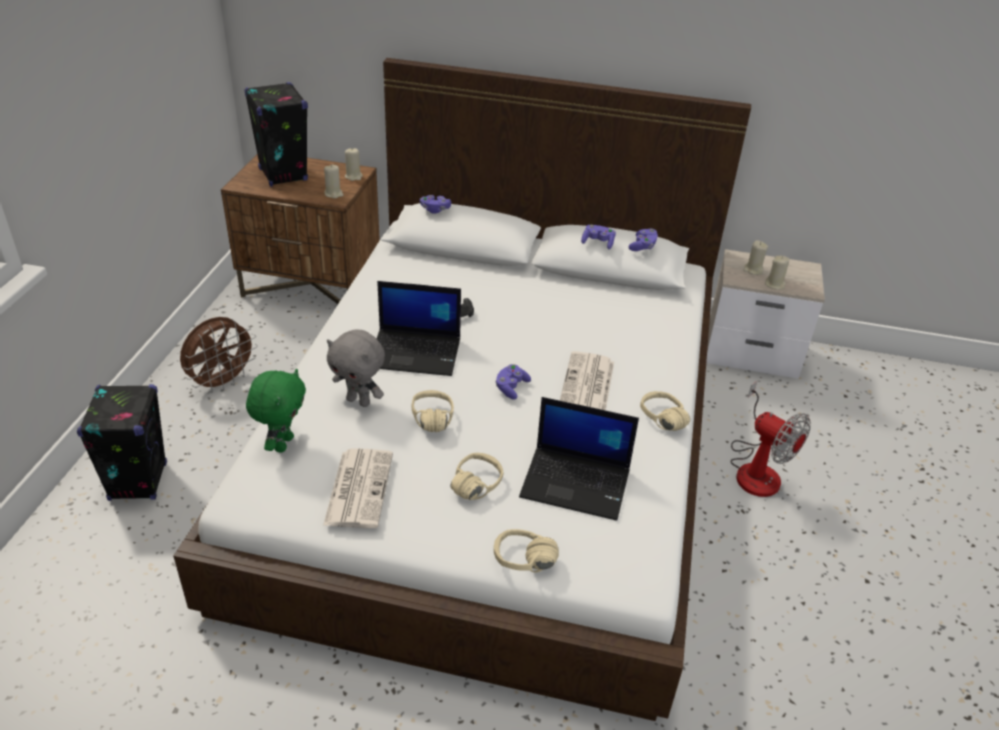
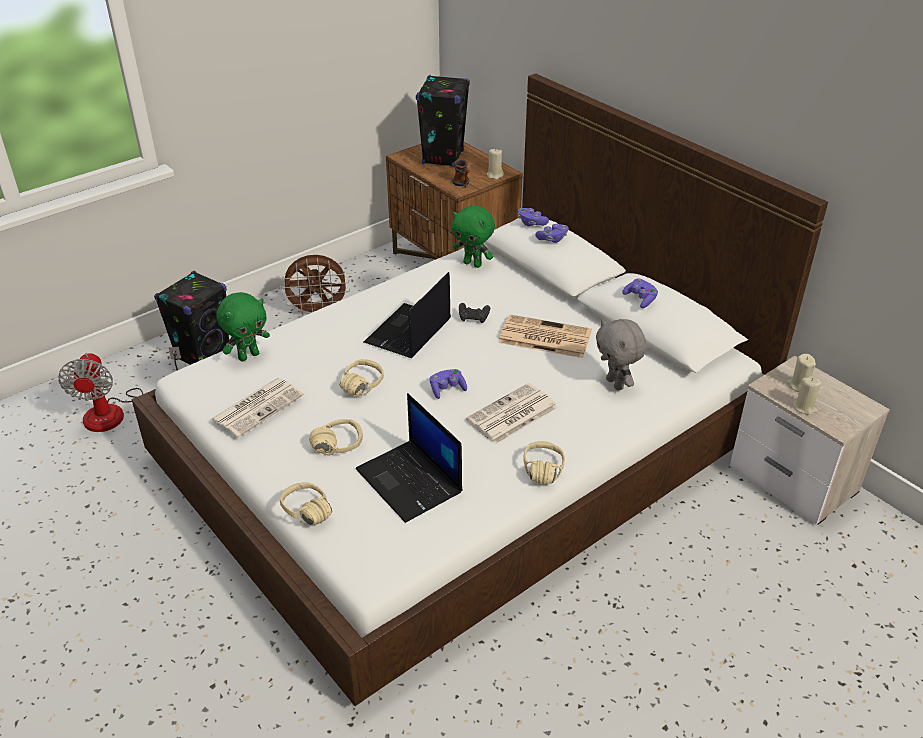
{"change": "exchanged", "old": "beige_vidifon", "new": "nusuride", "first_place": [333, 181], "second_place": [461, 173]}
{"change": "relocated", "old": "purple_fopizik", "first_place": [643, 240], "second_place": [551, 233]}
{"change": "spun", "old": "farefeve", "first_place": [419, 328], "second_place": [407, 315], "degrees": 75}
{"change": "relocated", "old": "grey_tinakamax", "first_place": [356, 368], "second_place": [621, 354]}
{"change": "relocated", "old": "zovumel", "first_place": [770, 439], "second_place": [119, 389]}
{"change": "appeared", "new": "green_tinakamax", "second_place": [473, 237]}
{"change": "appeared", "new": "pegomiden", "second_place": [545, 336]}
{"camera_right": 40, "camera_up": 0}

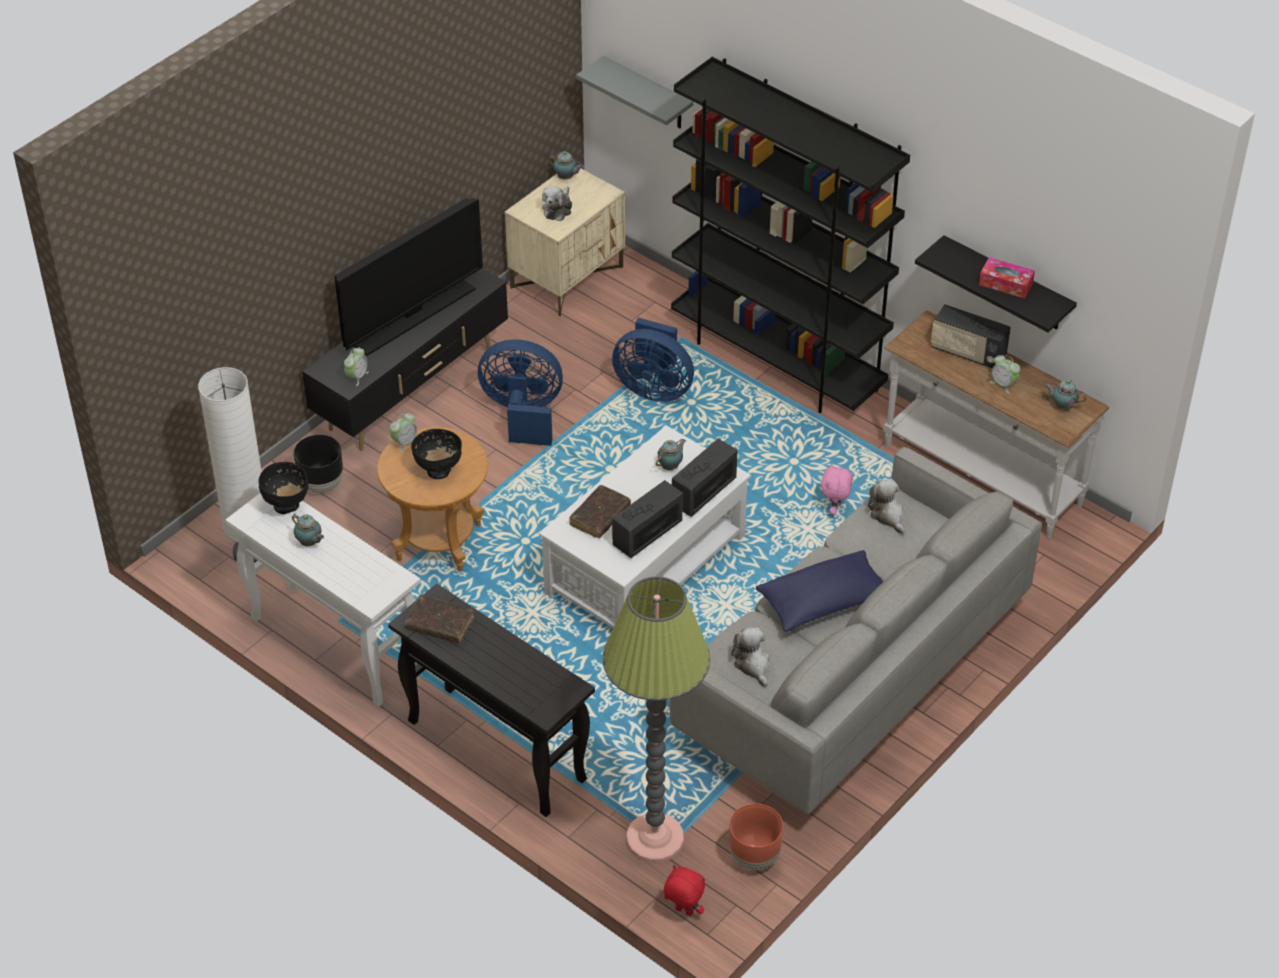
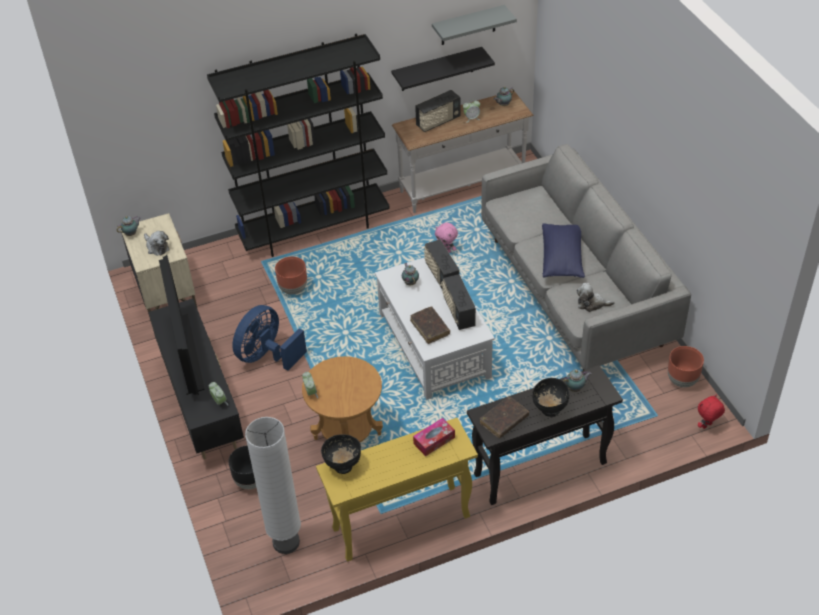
{"change": "relocated", "old": "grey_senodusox", "first_place": [634, 92], "second_place": [474, 25]}
{"change": "relocated", "old": "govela", "first_place": [1007, 278], "second_place": [434, 437]}
{"change": "exchanged", "old": "blue_zovumel", "new": "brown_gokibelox", "first_place": [653, 359], "second_place": [291, 276]}
{"change": "relocated", "old": "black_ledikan", "first_place": [436, 454], "second_place": [550, 397]}
{"change": "missing", "old": "tinakamax", "first_place": [886, 506]}
{"change": "colour", "old": "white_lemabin", "new": "yellow_lemabin", "first_place": [323, 599], "second_place": [397, 490]}
{"change": "relocated", "old": "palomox", "first_place": [308, 530], "second_place": [577, 380]}
{"change": "missing", "old": "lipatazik", "first_place": [656, 719]}
{"camera_right": -60, "camera_up": 0}

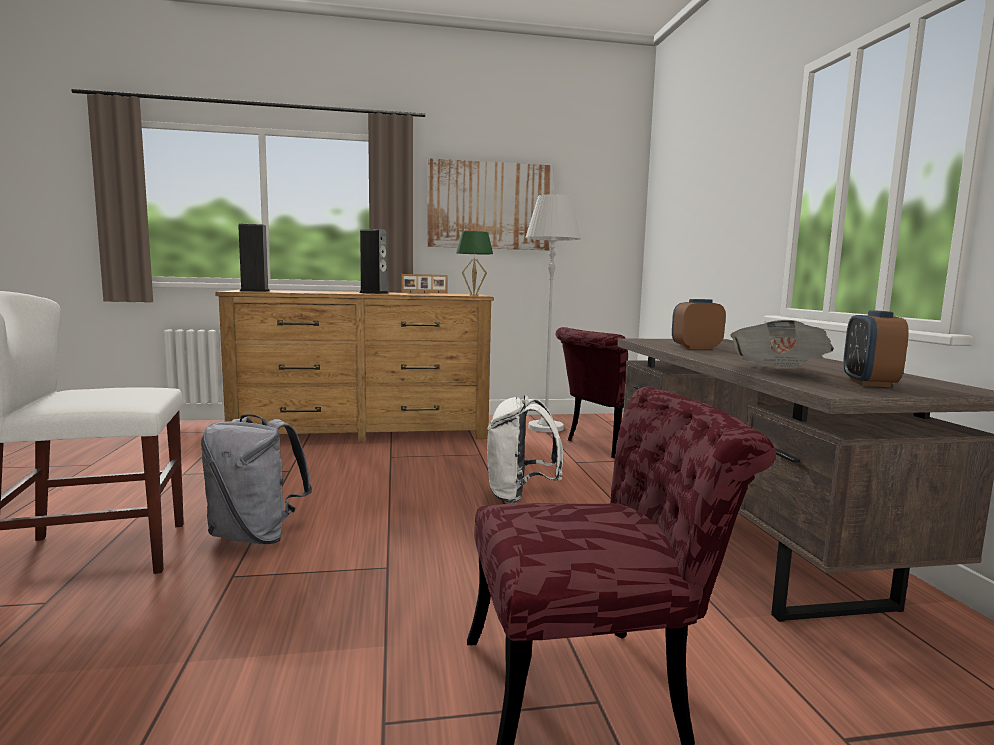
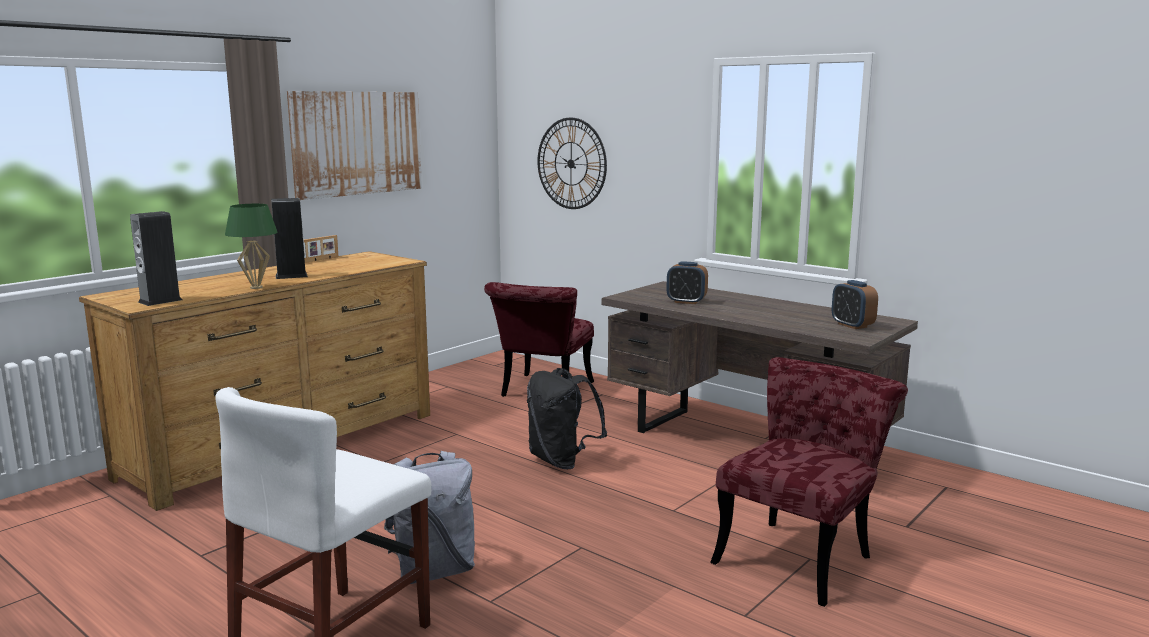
{"change": "missing", "old": "white_lipatazik", "first_place": [553, 313]}
{"change": "relocated", "old": "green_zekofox", "first_place": [474, 263], "second_place": [251, 246]}
{"change": "spun", "old": "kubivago", "first_place": [699, 324], "second_place": [687, 282], "degrees": -105}
{"change": "missing", "old": "pegomiden", "first_place": [782, 343]}
{"change": "colour", "old": "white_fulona", "new": "black_fulona", "first_place": [525, 449], "second_place": [567, 418]}
{"change": "appeared", "new": "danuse", "second_place": [572, 163]}
{"camera_right": -40, "camera_up": 5}

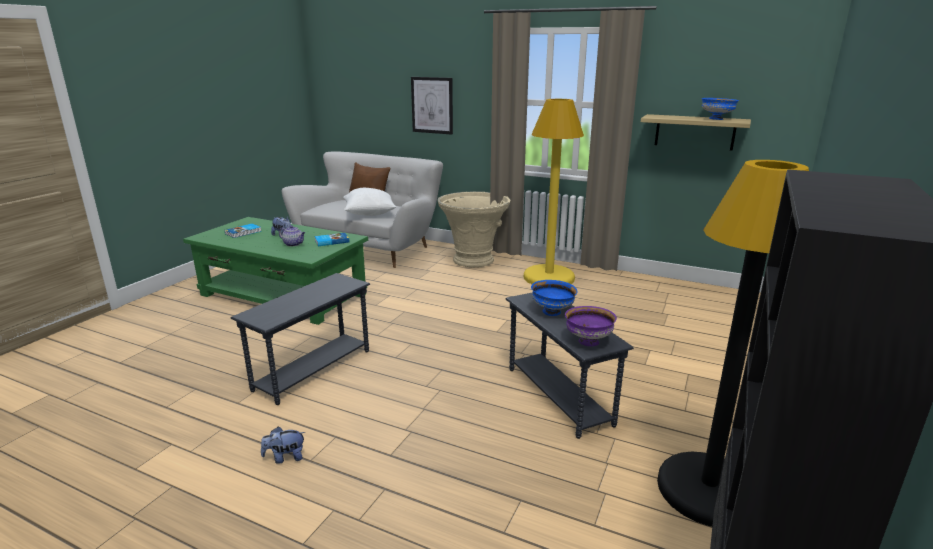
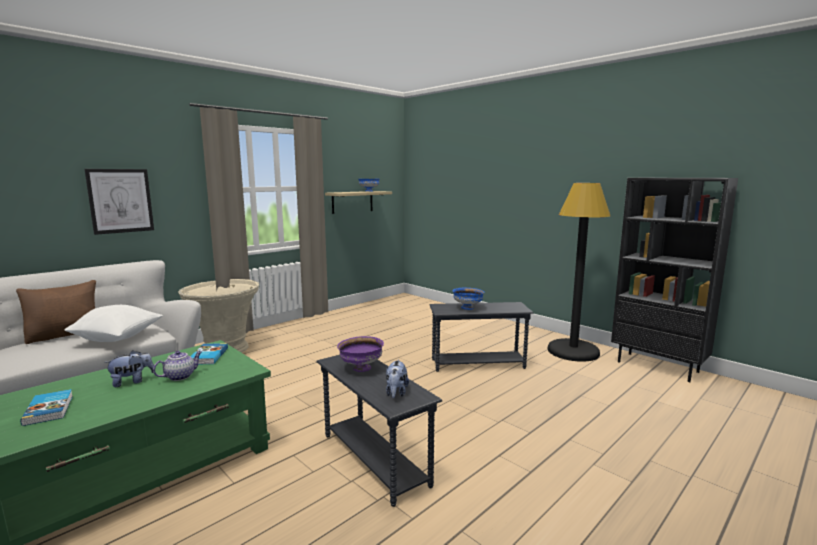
{"change": "missing", "old": "yellow_lipatazik", "first_place": [554, 191]}
{"change": "relocated", "old": "purple_ledikan", "first_place": [591, 326], "second_place": [360, 354]}
{"change": "relocated", "old": "tinakamax", "first_place": [283, 445], "second_place": [397, 378]}
{"camera_right": -70, "camera_up": -10}

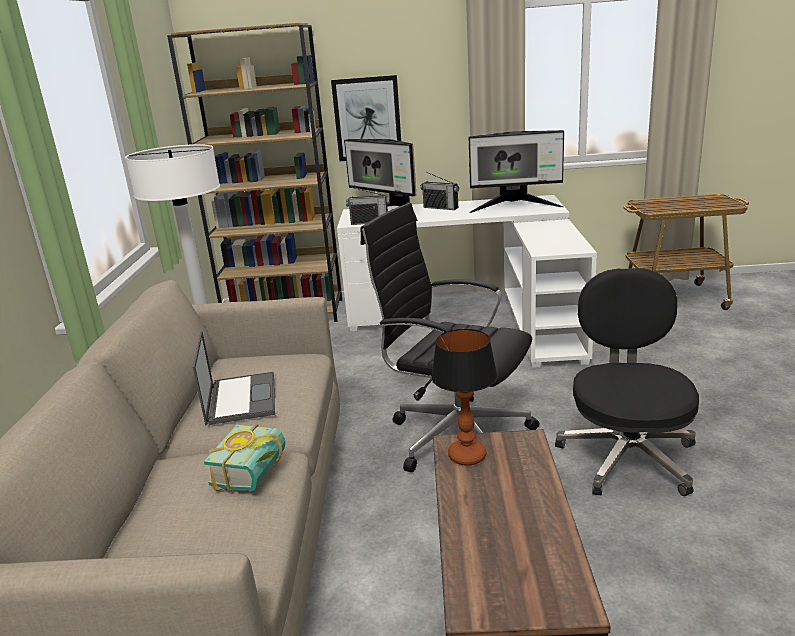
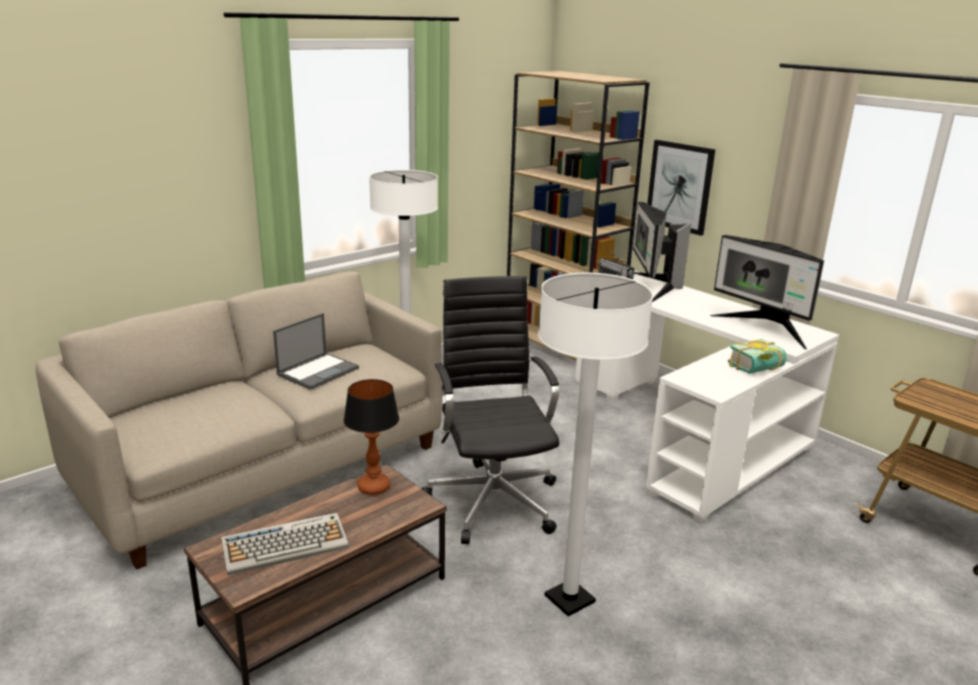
{"change": "missing", "old": "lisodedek", "first_place": [439, 191]}
{"change": "exchanged", "old": "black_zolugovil", "new": "white_lipatazik", "first_place": [627, 382], "second_place": [596, 444]}
{"change": "relocated", "old": "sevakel", "first_place": [244, 458], "second_place": [757, 356]}
{"change": "appeared", "new": "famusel", "second_place": [285, 544]}
{"camera_right": 45, "camera_up": 0}

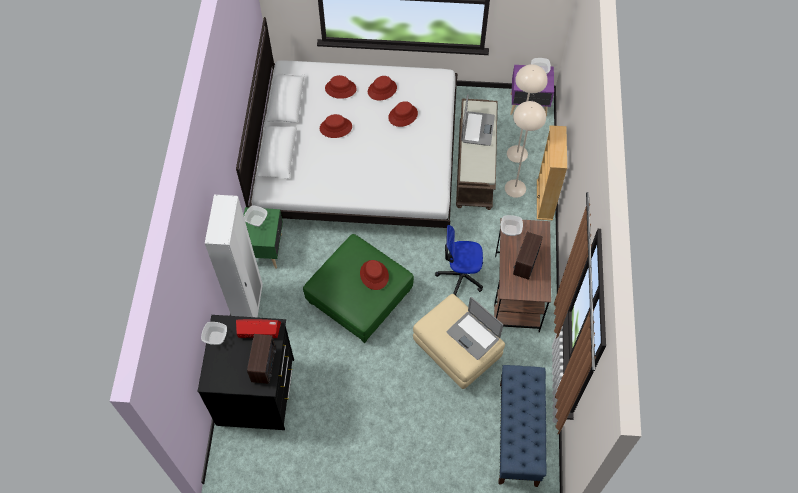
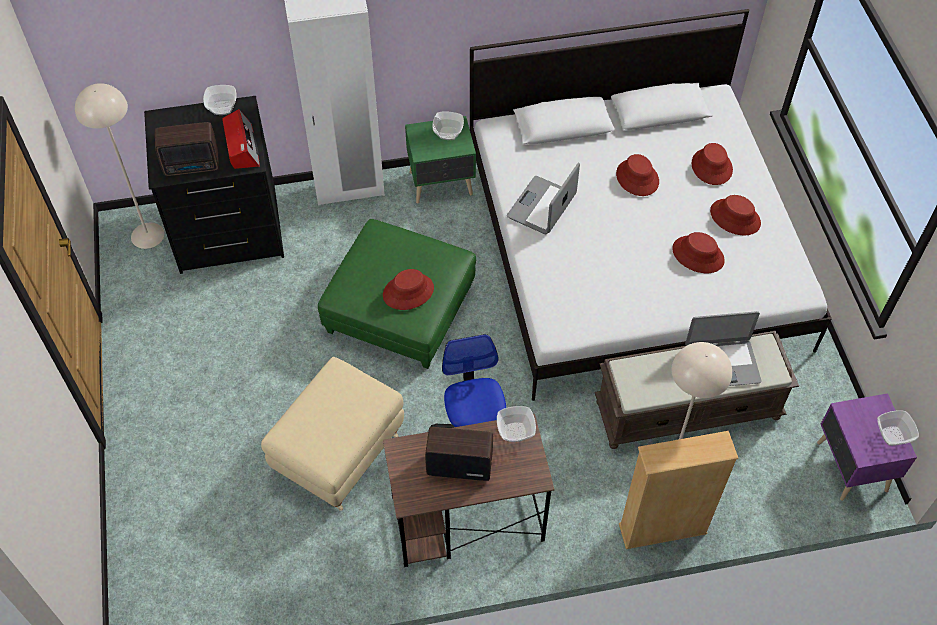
{"change": "relocated", "old": "beige_lipatazik", "first_place": [527, 113], "second_place": [119, 166]}
{"change": "relocated", "old": "farefeve", "first_place": [475, 328], "second_place": [543, 198]}
{"change": "missing", "old": "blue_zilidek", "first_place": [522, 426]}
{"camera_right": 75, "camera_up": -5}

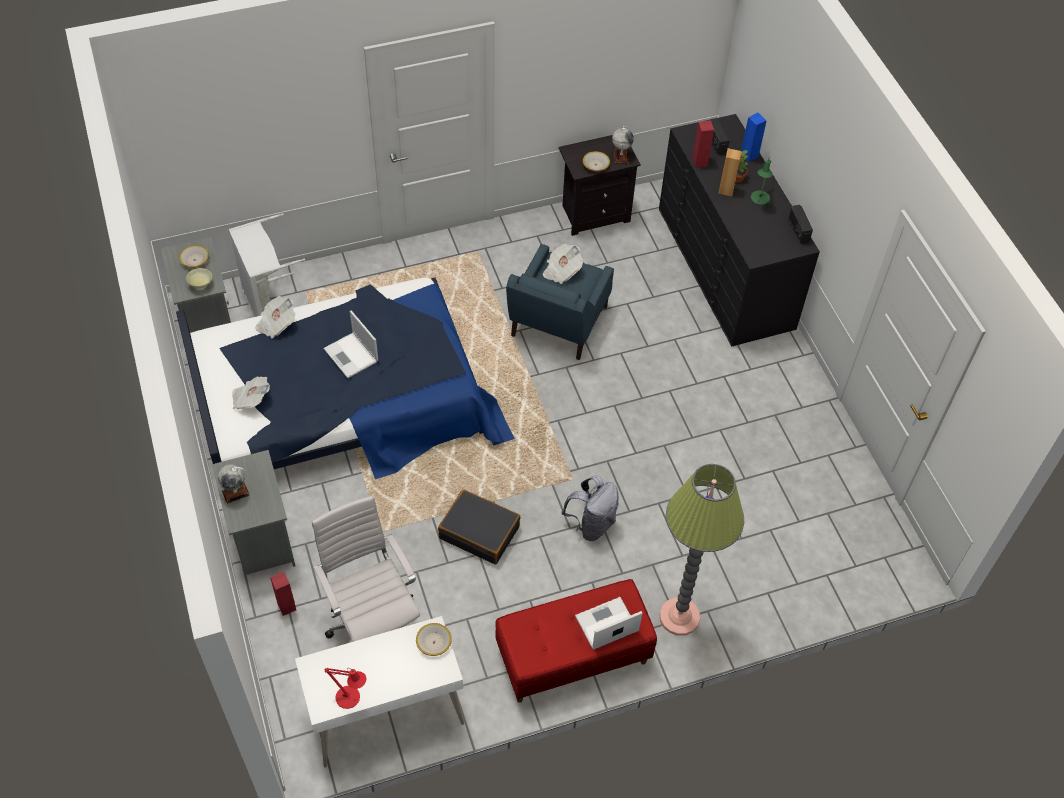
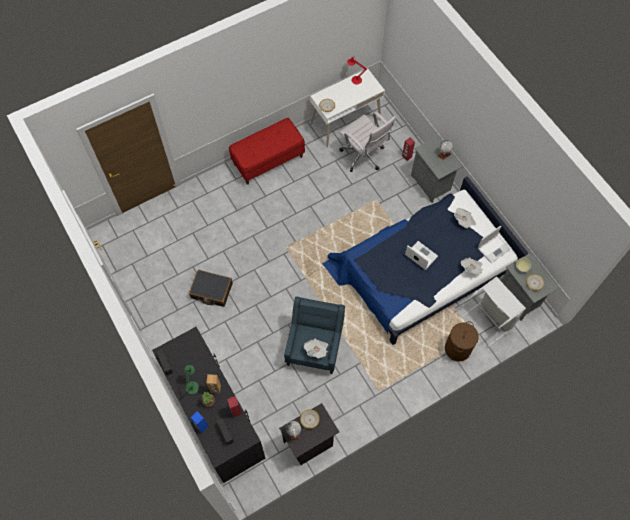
{"change": "missing", "old": "lipatazik", "first_place": [701, 550]}
{"change": "missing", "old": "grey_fulona", "first_place": [590, 508]}
{"change": "relocated", "old": "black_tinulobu", "first_place": [479, 526], "second_place": [211, 288]}
{"change": "relocated", "old": "farefeve", "first_place": [608, 623], "second_place": [494, 244]}
{"change": "appeared", "new": "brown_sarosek", "second_place": [462, 341]}
{"camera_right": 170, "camera_up": 10}

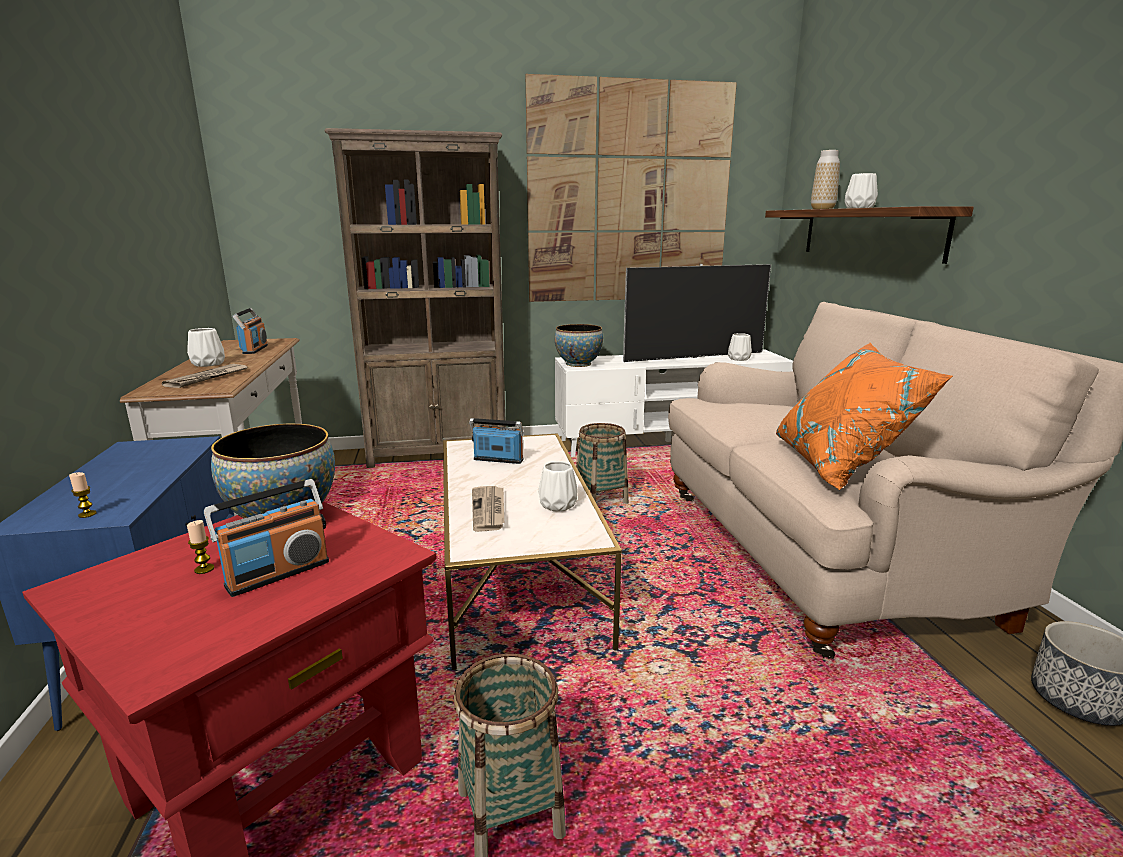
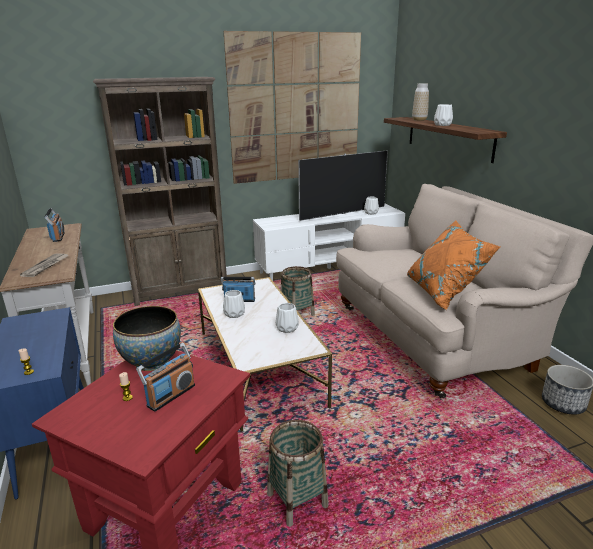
{"change": "missing", "old": "ledikan", "first_place": [579, 345]}
{"change": "relocated", "old": "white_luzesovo", "first_place": [206, 347], "second_place": [234, 304]}
{"change": "missing", "old": "pegomiden", "first_place": [488, 509]}
{"camera_right": -10, "camera_up": 5}

